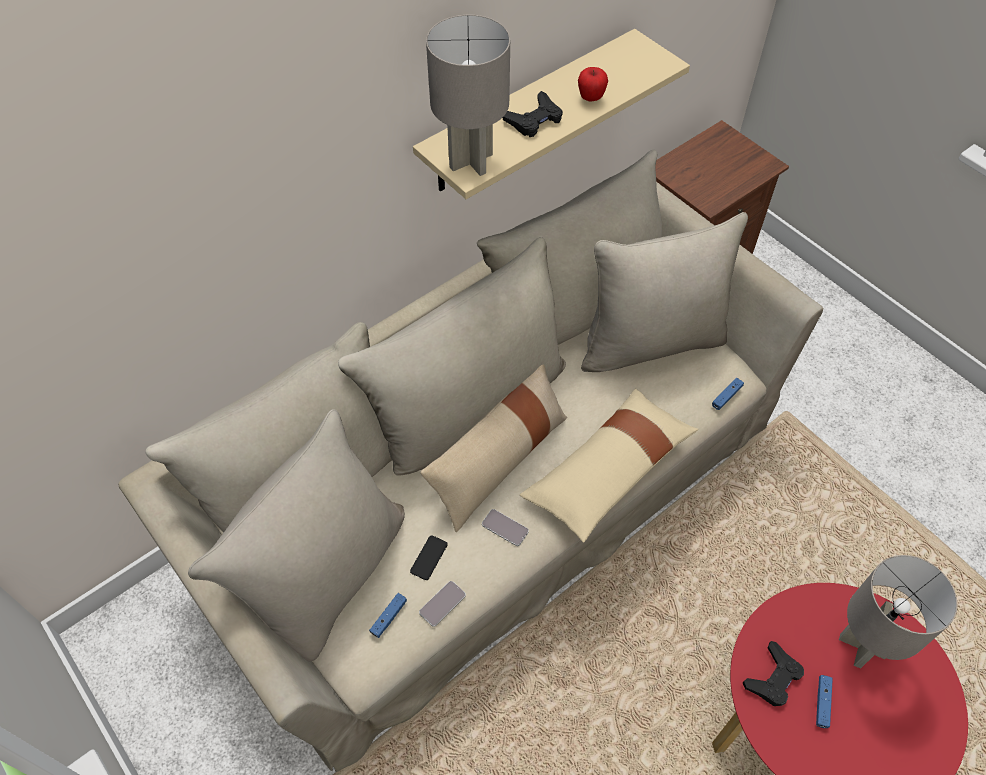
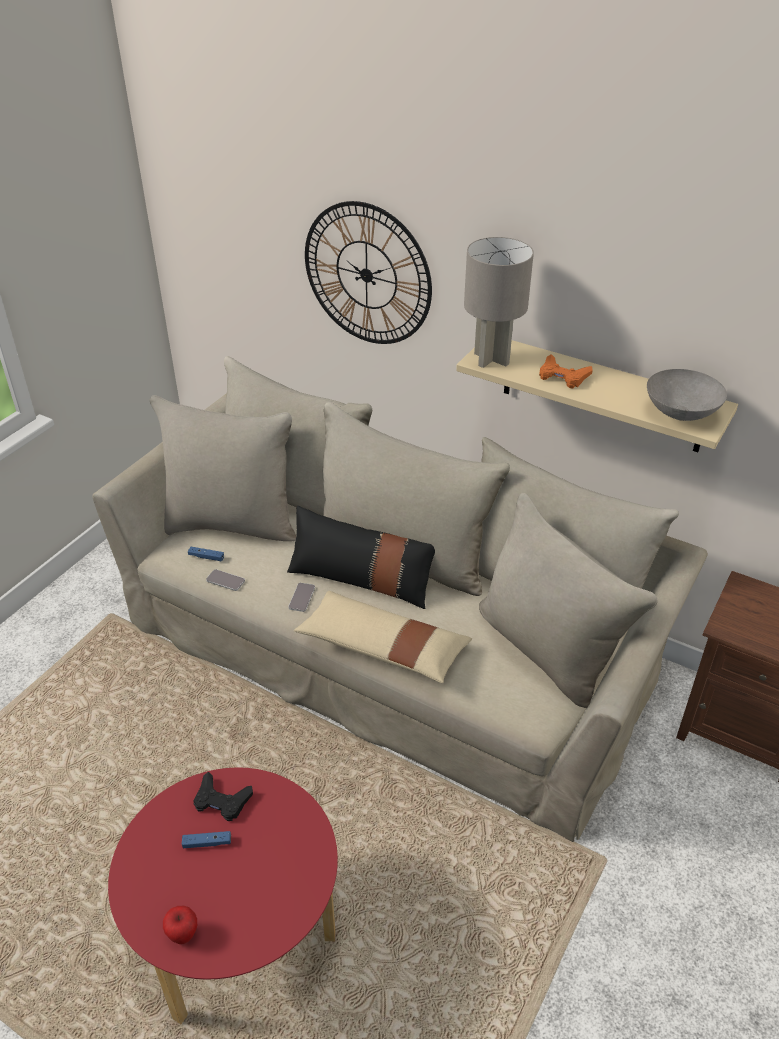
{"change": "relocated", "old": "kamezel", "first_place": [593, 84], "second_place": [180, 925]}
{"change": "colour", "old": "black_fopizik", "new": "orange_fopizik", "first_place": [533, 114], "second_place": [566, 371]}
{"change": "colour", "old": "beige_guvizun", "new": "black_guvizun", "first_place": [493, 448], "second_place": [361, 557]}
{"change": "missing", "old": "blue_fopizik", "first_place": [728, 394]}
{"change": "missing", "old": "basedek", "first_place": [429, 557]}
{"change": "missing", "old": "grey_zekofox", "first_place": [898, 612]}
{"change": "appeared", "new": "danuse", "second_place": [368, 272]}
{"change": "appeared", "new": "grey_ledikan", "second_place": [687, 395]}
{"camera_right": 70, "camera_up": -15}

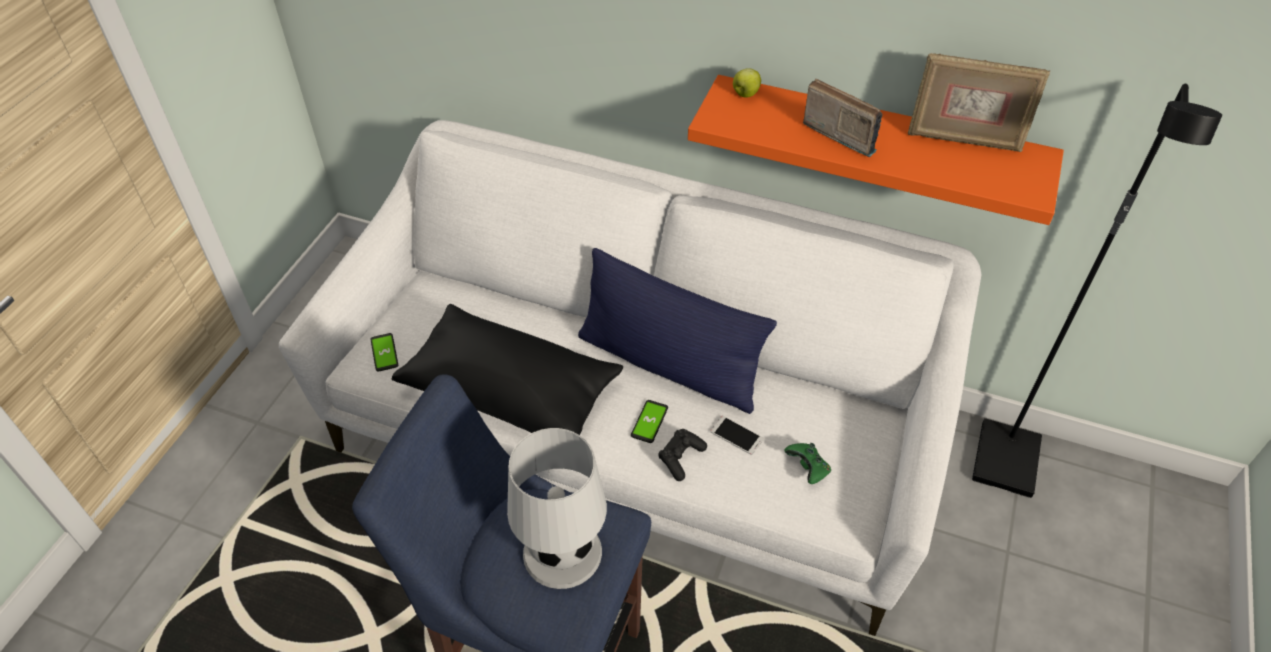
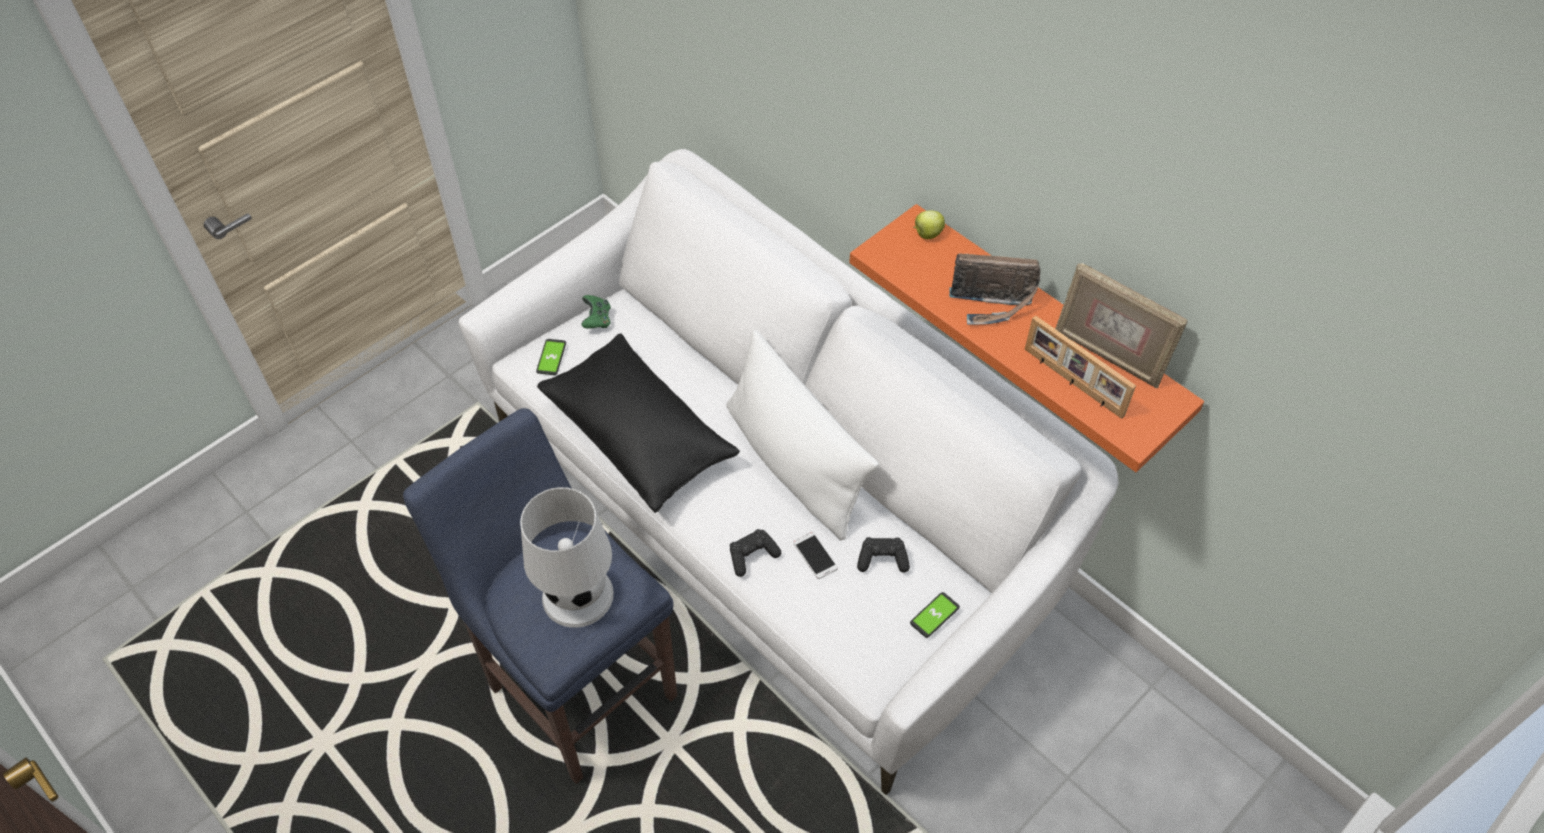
{"change": "spun", "old": "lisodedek", "first_place": [843, 118], "second_place": [994, 289], "degrees": 120}
{"change": "missing", "old": "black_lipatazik", "first_place": [1097, 291]}
{"change": "colour", "old": "blue_guvizun", "new": "white_guvizun", "first_place": [677, 331], "second_place": [803, 435]}
{"change": "relocated", "old": "basedek", "first_place": [649, 421], "second_place": [935, 615]}
{"change": "relocated", "old": "green_fopizik", "first_place": [808, 463], "second_place": [596, 312]}
{"change": "appeared", "new": "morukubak", "second_place": [1080, 367]}
{"change": "appeared", "new": "black_fopizik", "second_place": [883, 554]}
{"camera_right": 25, "camera_up": 5}

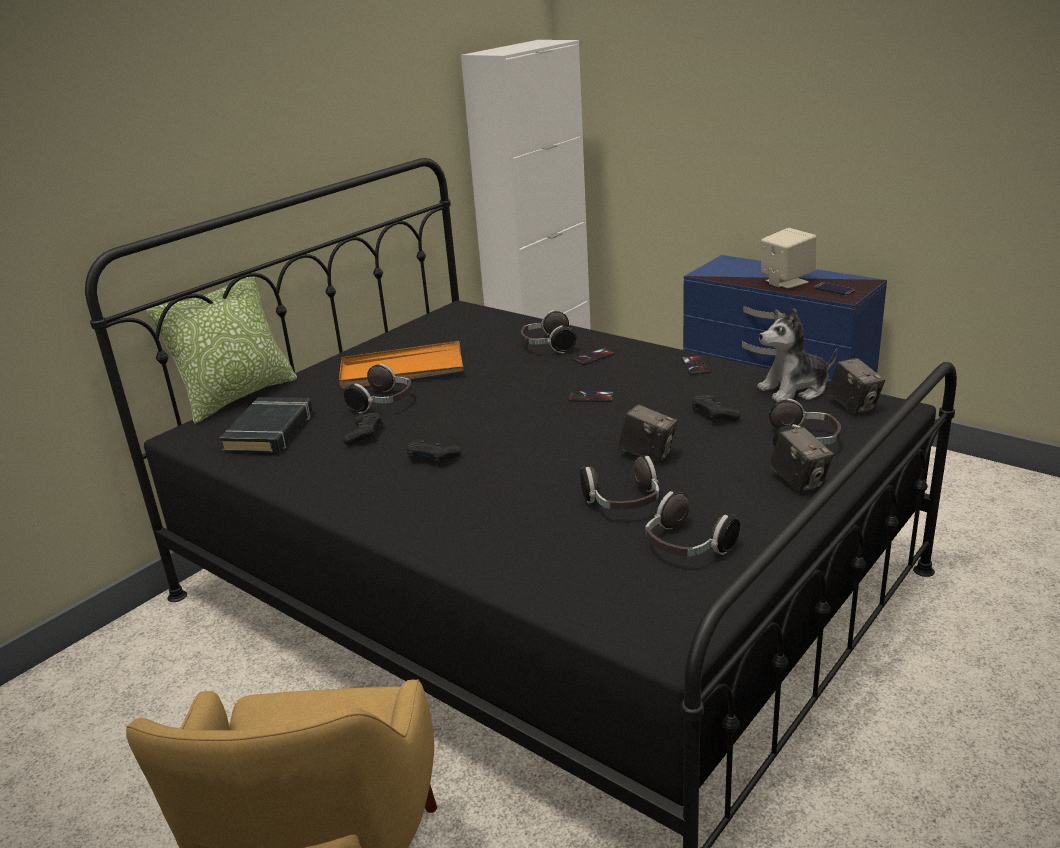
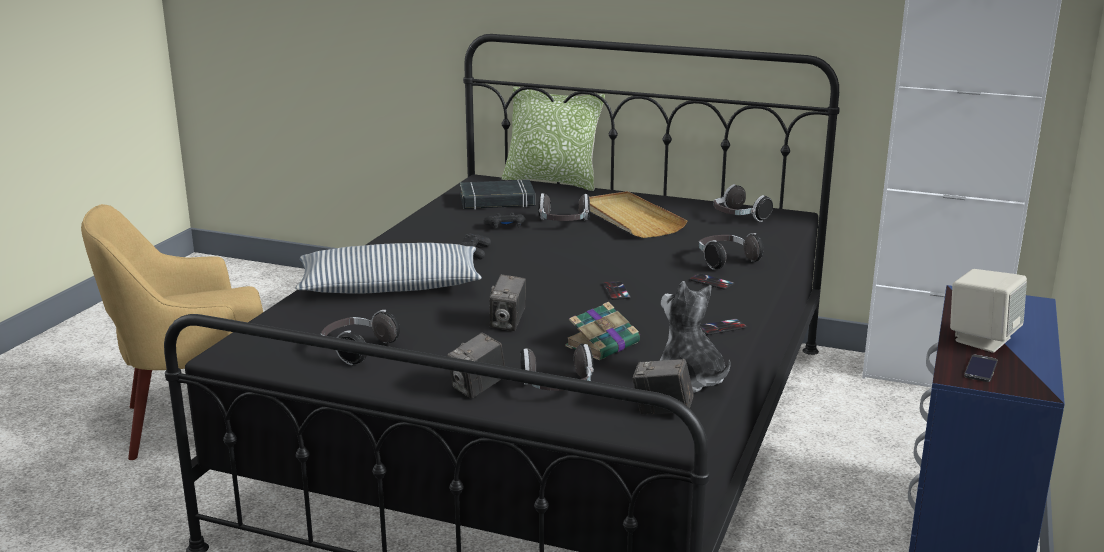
{"change": "colour", "old": "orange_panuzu", "new": "beige_panuzu", "first_place": [401, 365], "second_place": [638, 214]}
{"change": "spun", "old": "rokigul", "first_place": [856, 386], "second_place": [663, 386], "degrees": 60}
{"change": "exchanged", "old": "black_fopizik", "new": "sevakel", "first_place": [716, 408], "second_place": [602, 331]}
{"change": "relocated", "old": "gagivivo", "first_place": [619, 482], "second_place": [743, 203]}
{"change": "appeared", "new": "guvizun", "second_place": [389, 268]}
{"camera_right": 70, "camera_up": -5}

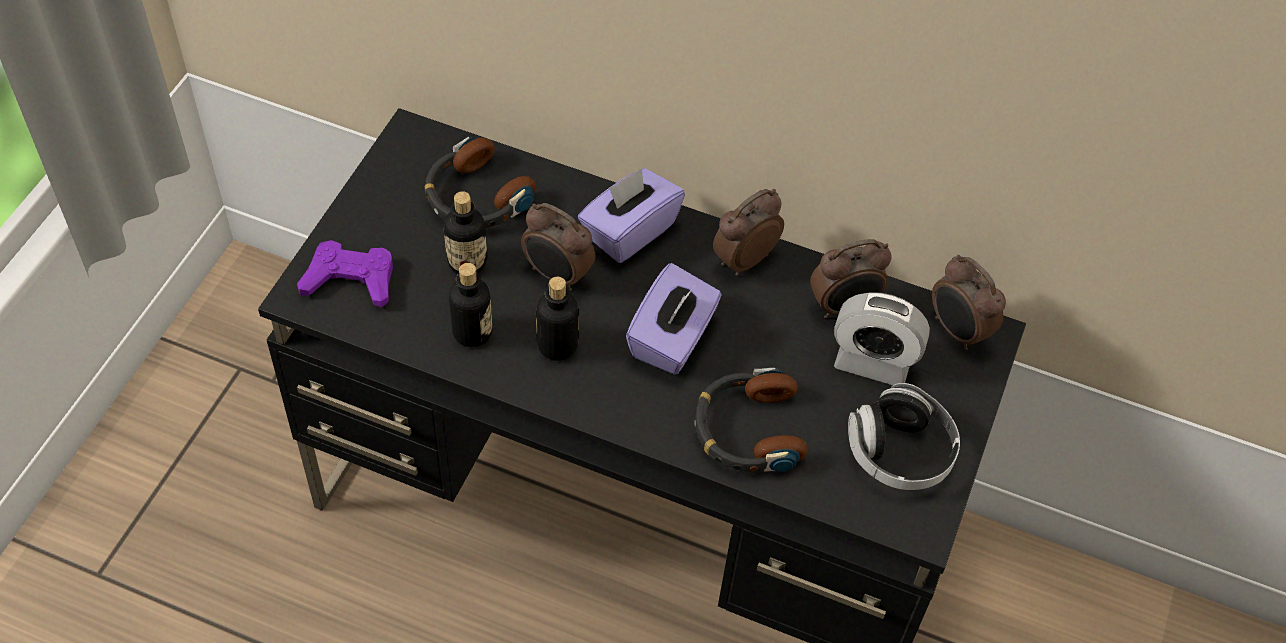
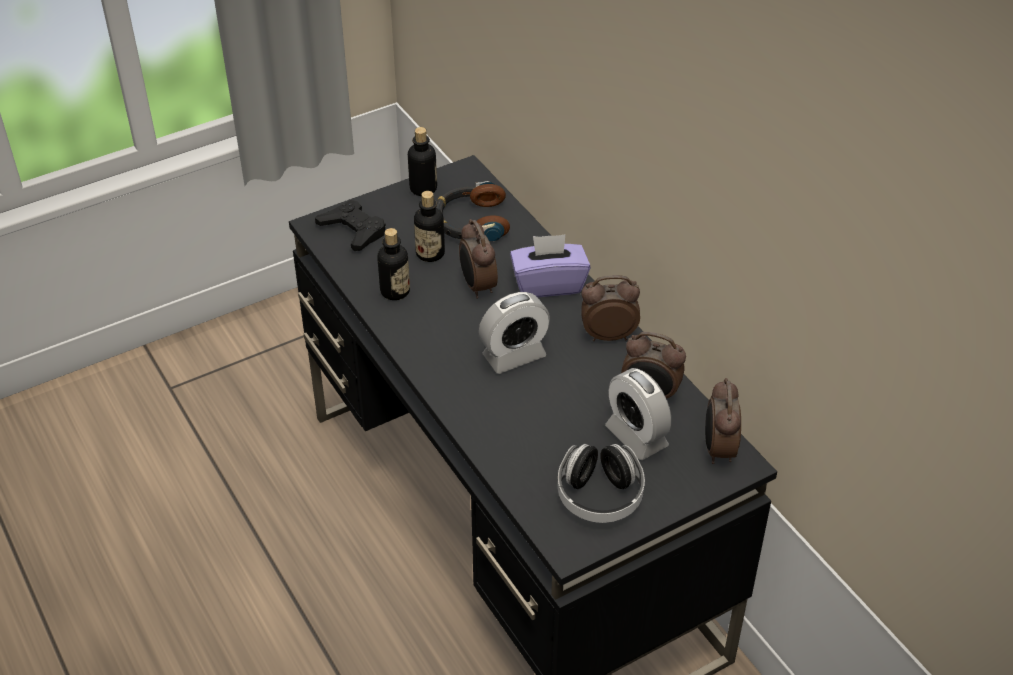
{"change": "colour", "old": "purple_fopizik", "new": "black_fopizik", "first_place": [345, 273], "second_place": [350, 225]}
{"change": "exchanged", "old": "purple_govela", "new": "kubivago", "first_place": [674, 319], "second_place": [514, 333]}
{"change": "relocated", "old": "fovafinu", "first_place": [557, 319], "second_place": [422, 161]}
{"change": "missing", "old": "gagivivo", "first_place": [751, 420]}
{"camera_right": 40, "camera_up": -10}

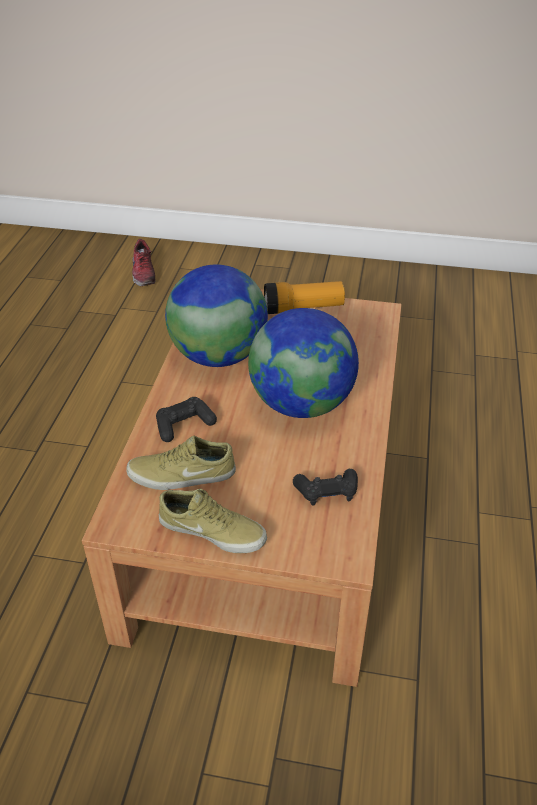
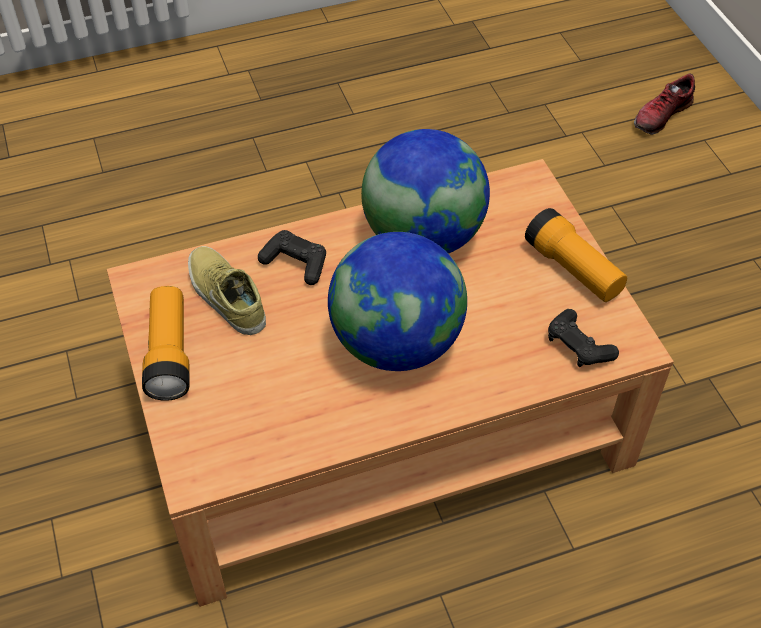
{"change": "relocated", "old": "black_fopizik", "first_place": [325, 487], "second_place": [583, 338]}
{"change": "exchanged", "old": "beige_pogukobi", "new": "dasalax", "first_place": [213, 521], "second_place": [166, 343]}
{"camera_right": 60, "camera_up": 10}

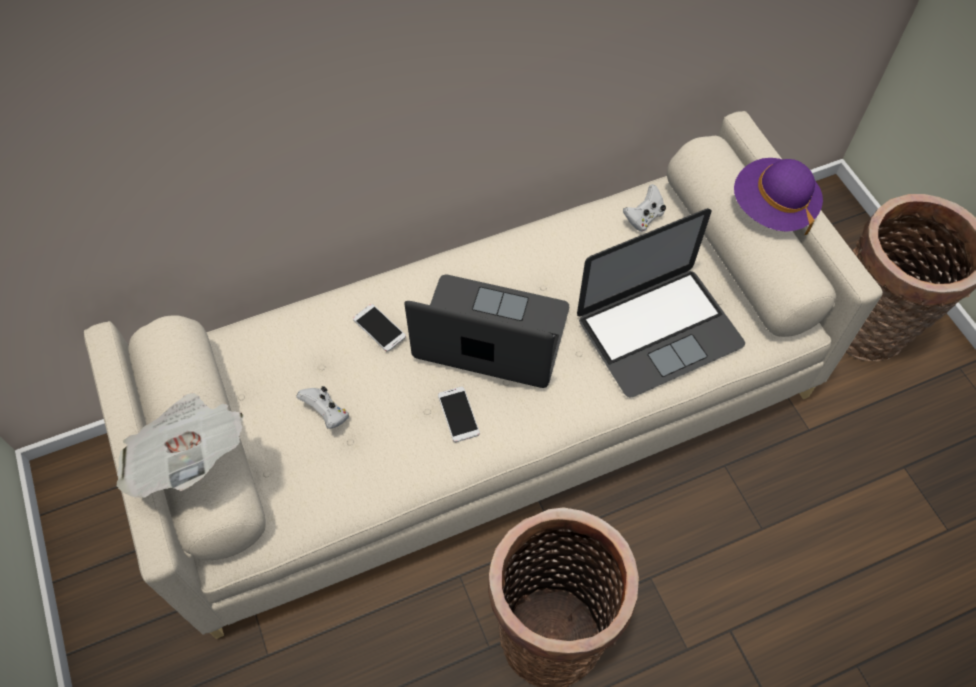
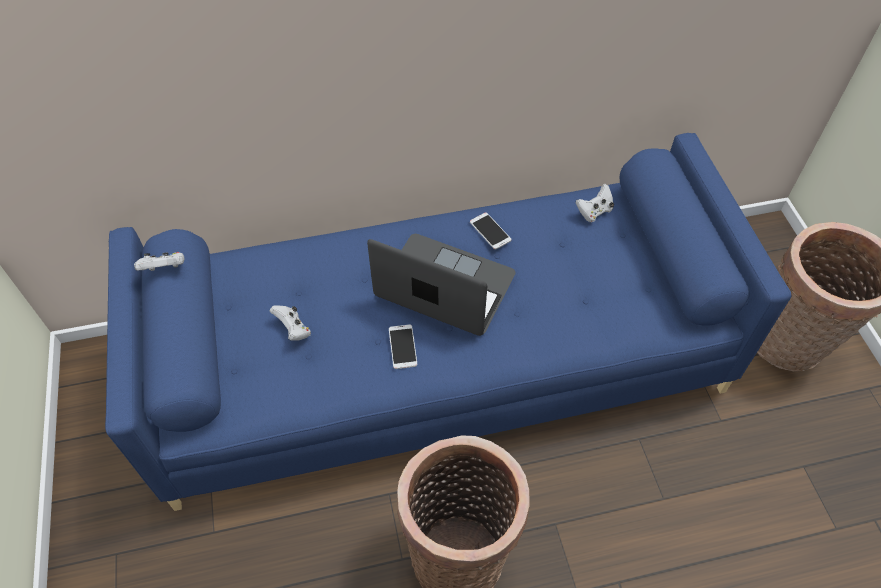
{"change": "colour", "old": "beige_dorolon", "new": "blue_dorolon", "first_place": [483, 375], "second_place": [448, 322]}
{"change": "missing", "old": "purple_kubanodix", "first_place": [778, 196]}
{"change": "missing", "old": "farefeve", "first_place": [661, 303]}
{"change": "relocated", "old": "basedek", "first_place": [379, 328], "second_place": [490, 231]}
{"change": "missing", "old": "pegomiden", "first_place": [180, 445]}
{"change": "appeared", "new": "white_fopizik", "second_place": [159, 261]}
{"camera_right": 10, "camera_up": -5}

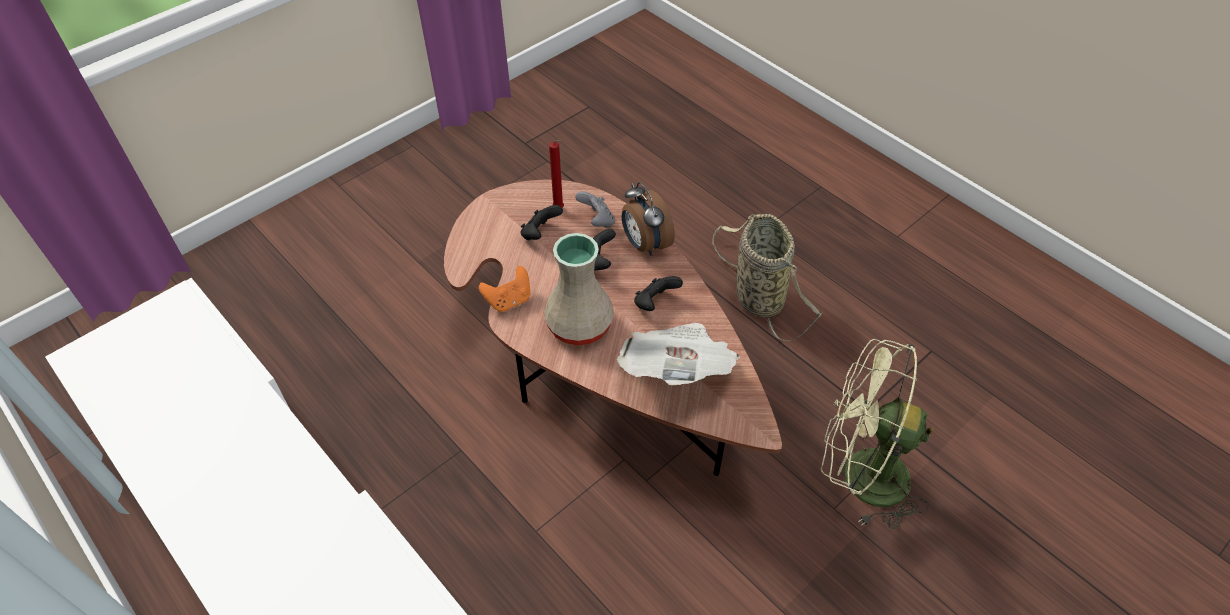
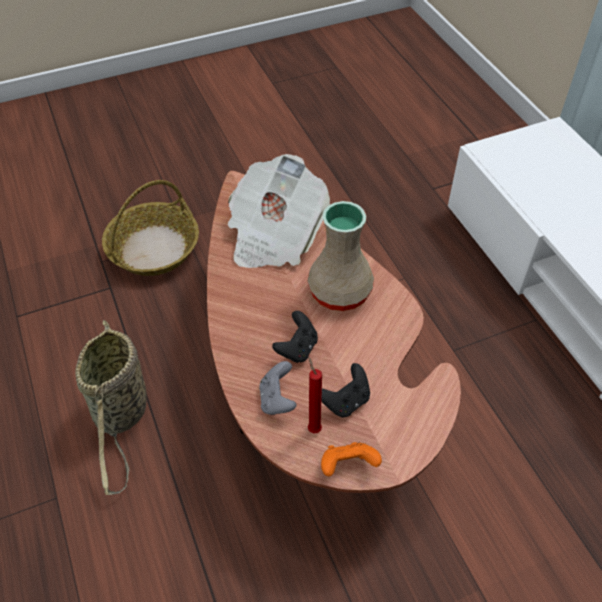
{"change": "missing", "old": "kubivago", "first_place": [648, 219]}
{"change": "relocated", "old": "orange_fopizik", "first_place": [504, 289], "second_place": [351, 459]}
{"change": "missing", "old": "black_fopizik", "first_place": [658, 293]}
{"change": "exchanged", "old": "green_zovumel", "new": "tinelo", "first_place": [877, 434], "second_place": [150, 228]}
{"camera_right": -160, "camera_up": 0}

